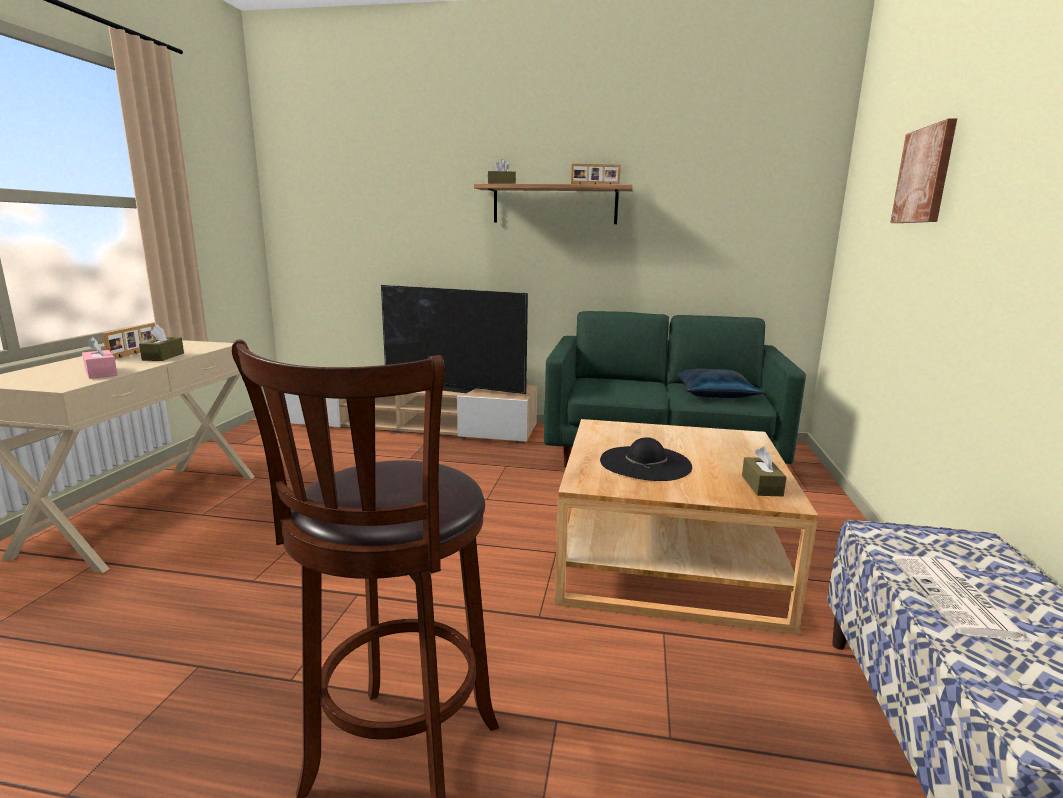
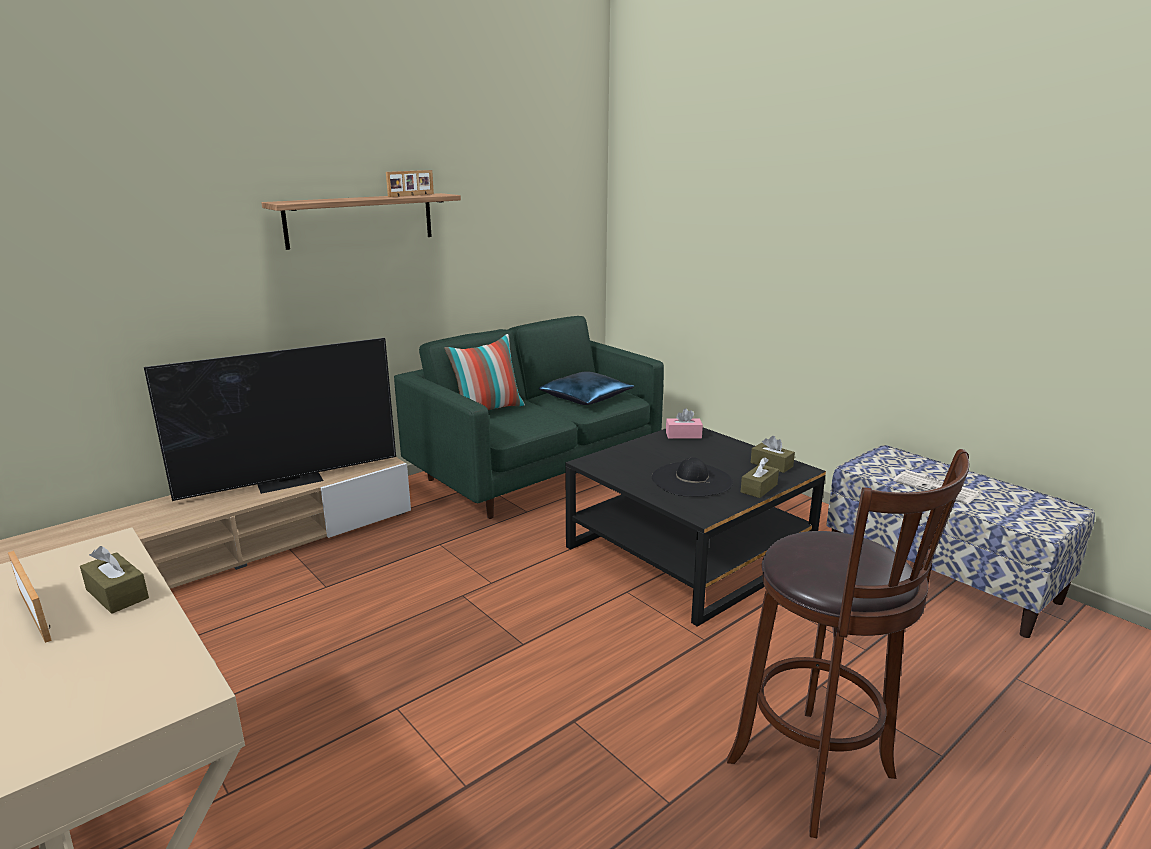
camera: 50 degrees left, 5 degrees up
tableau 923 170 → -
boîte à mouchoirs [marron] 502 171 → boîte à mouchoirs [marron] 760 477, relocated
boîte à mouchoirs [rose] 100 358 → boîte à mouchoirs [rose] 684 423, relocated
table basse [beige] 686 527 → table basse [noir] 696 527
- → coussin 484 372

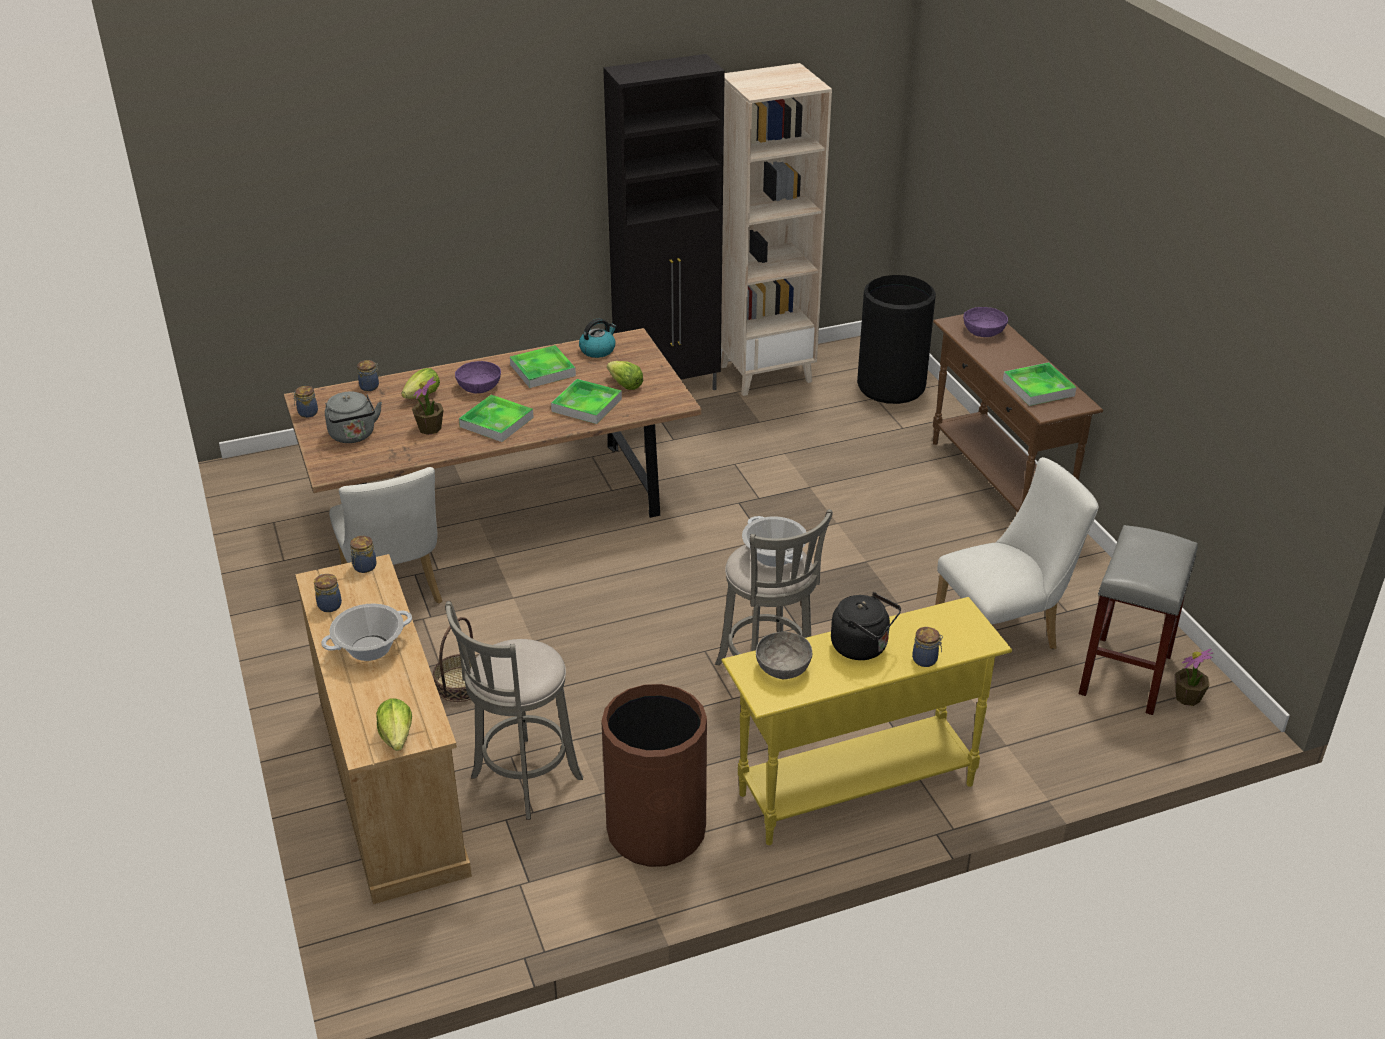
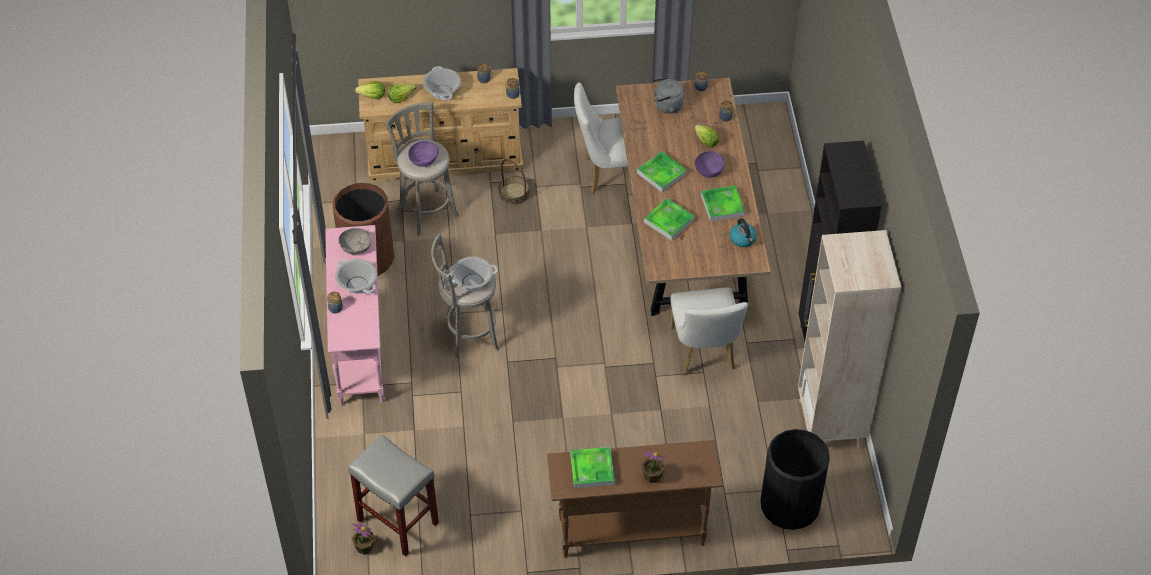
camera: 105 degrees right, 15 degrees up
bol [violet] 985 322 → bol [violet] 423 154, relocated
laitue 625 375 → laitue 402 93, relocated
plante en pot 428 405 → plante en pot 653 467, relocated
chaise [blanc] 1017 553 → chaise [blanc] 709 331, relocated
bouilloire [noir] 866 626 → marmite 356 276
table console [jaune] 867 721 → table console [rose] 354 315

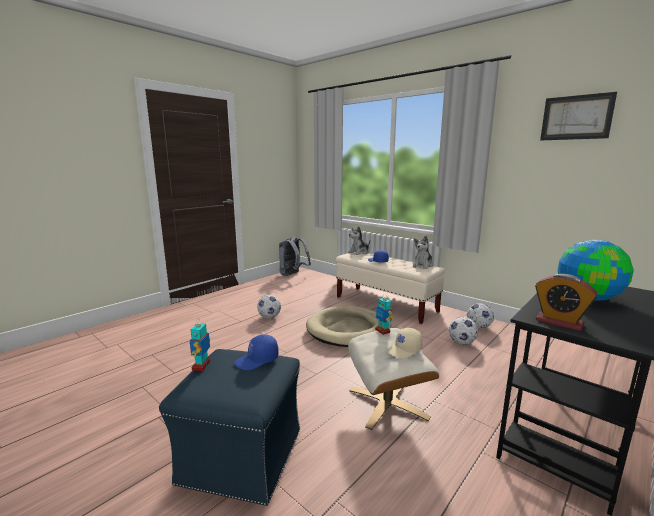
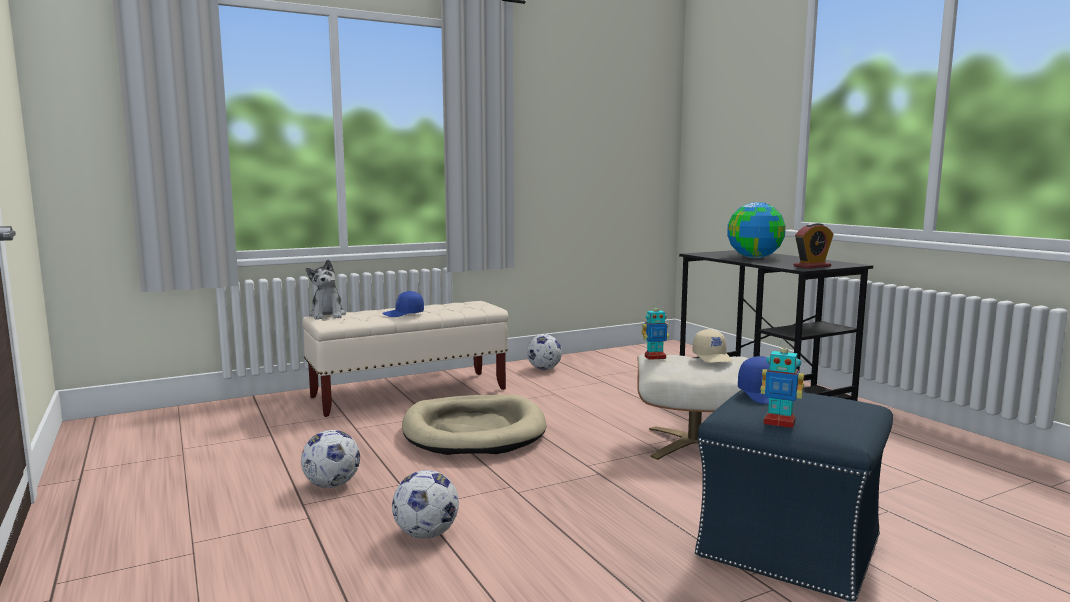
camera: 70 degrees left, 5 degrees down
tableau 578 116 → -
peluche 423 252 → -
sac à dos [gris] 295 256 → -
ballon de foot 463 331 → ballon de foot 425 504, relocated

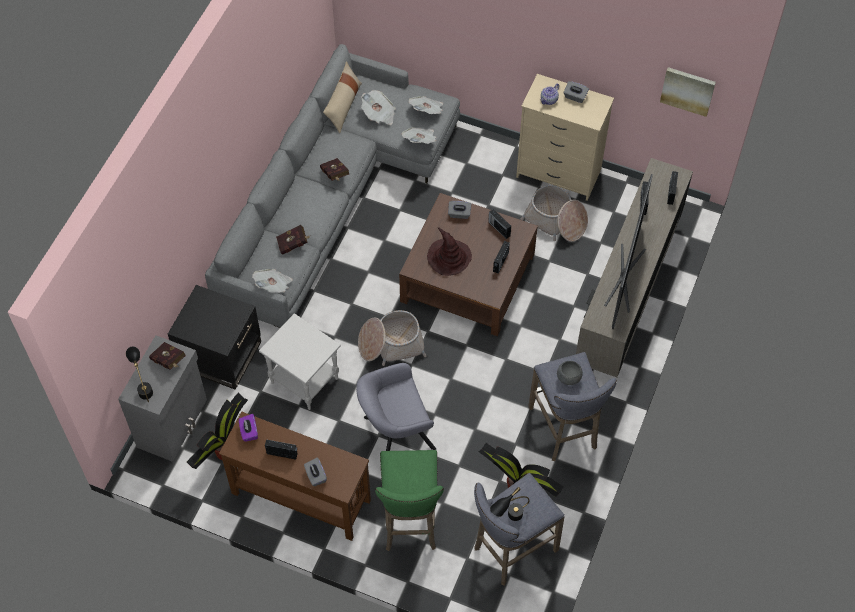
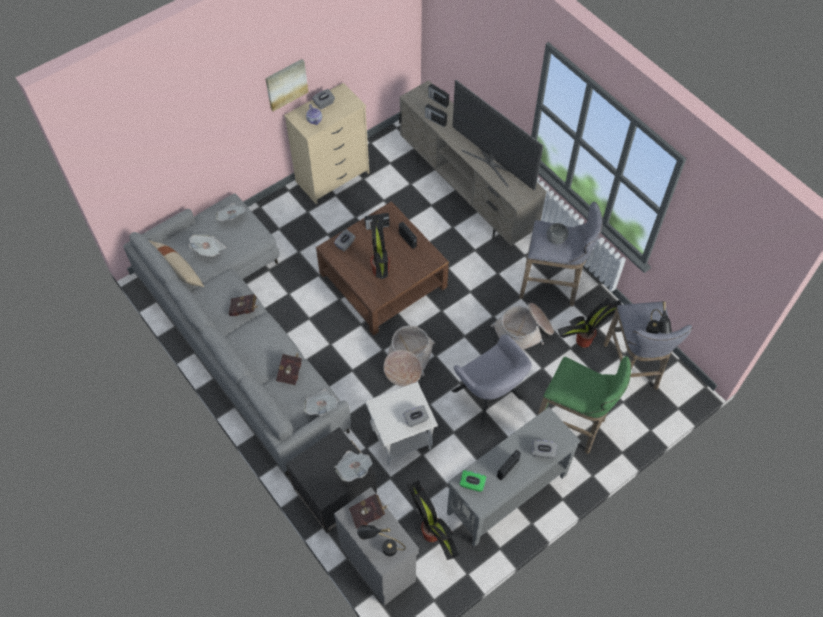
camera: 60 degrees left, 0 degrees up
tableau 688 92 → tableau 286 85, relocated
journal 419 135 → journal 353 466, relocated
panier 554 213 → panier 522 326, relocated
chapeau [marron] 449 251 → plante en pot 380 247
fauteuil [gris] 396 407 → fauteuil [gris] 492 380, 45 degrees counterclockwise
table console [marron] 295 476 → table console [gris] 514 477
boîte à mouchoirs [violet] 248 428 → boîte à mouchoirs [vert] 473 481
- → boîte à mouchoirs [gris] 416 416

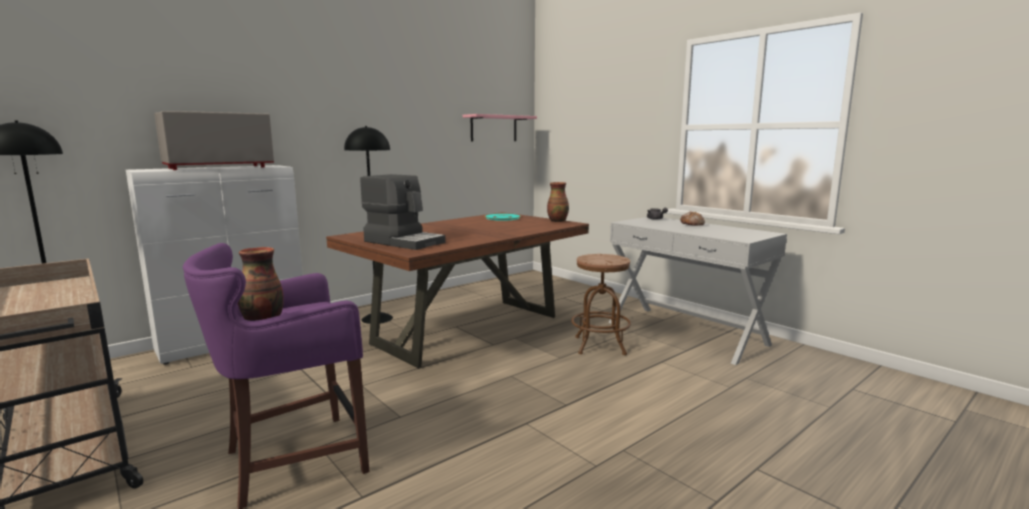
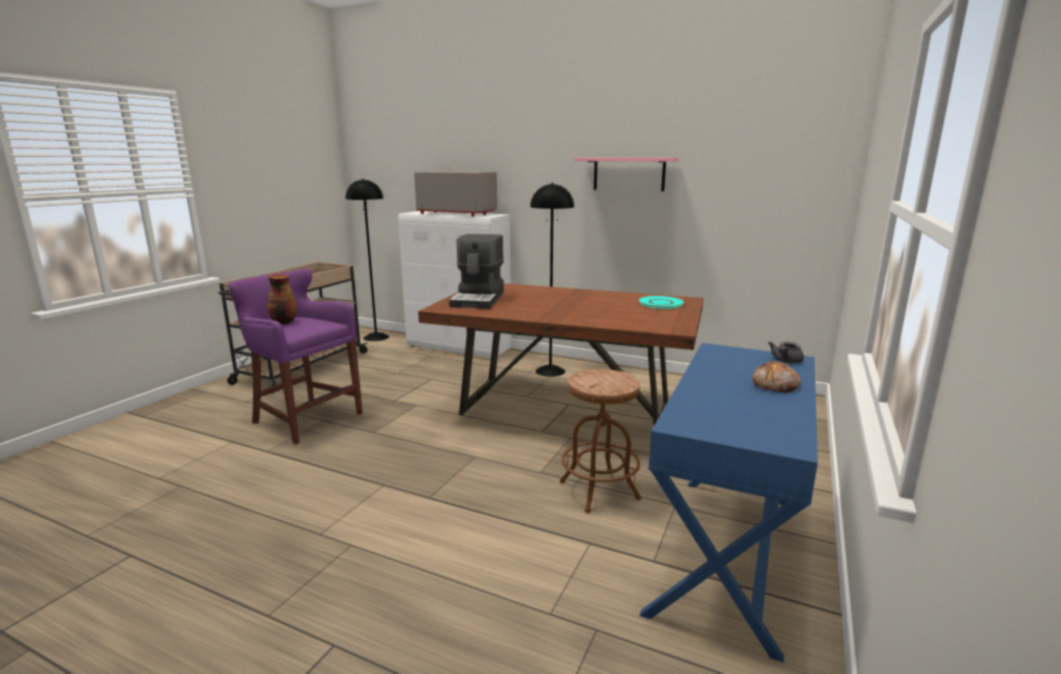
camera: 65 degrees right, 5 degrees up
étagère [rose] 500 127 → étagère [rose] 627 174, relocated
vase 558 202 → -
table console [blanc] 697 291 → table console [bleu] 728 503

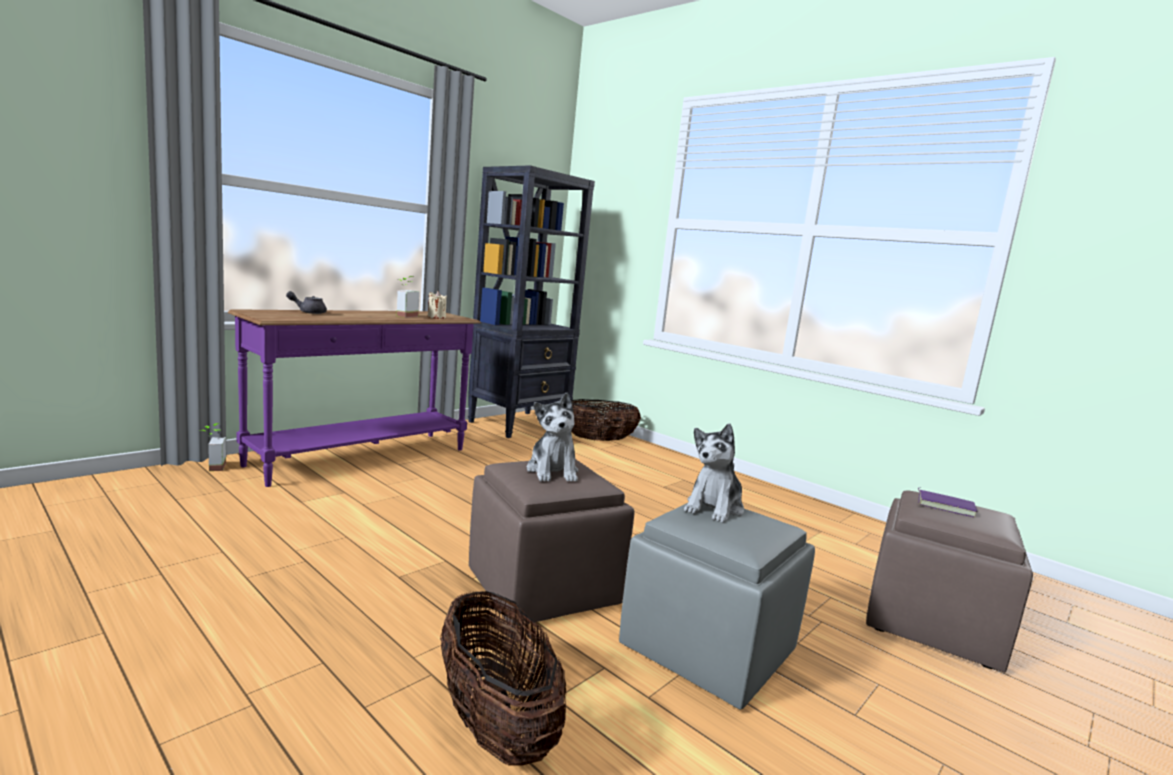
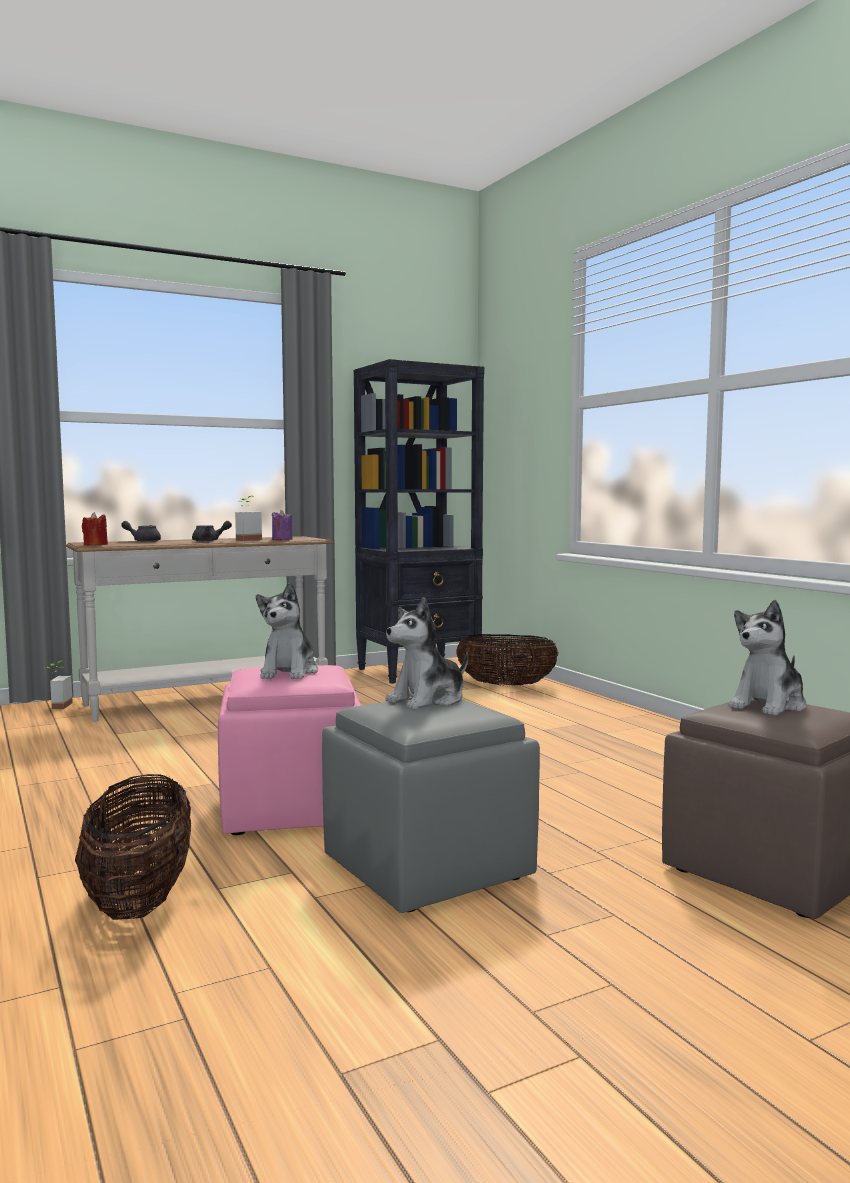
camera: 20 degrees right, 5 degrees down
bougie [beige] 437 305 → bougie [violet] 282 525
table console [violet] 354 398 → table console [blanc] 200 629
pouf [marron] 552 543 → pouf [rose] 290 750
livre [violet] 948 503 → peluche 768 658
- → bougie [rouge] 95 529
- → théière [gris] 212 531

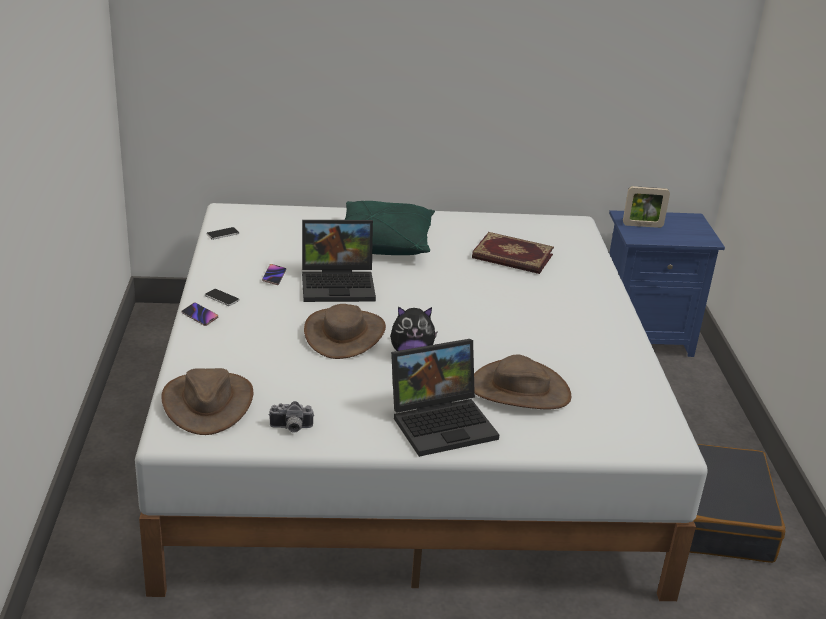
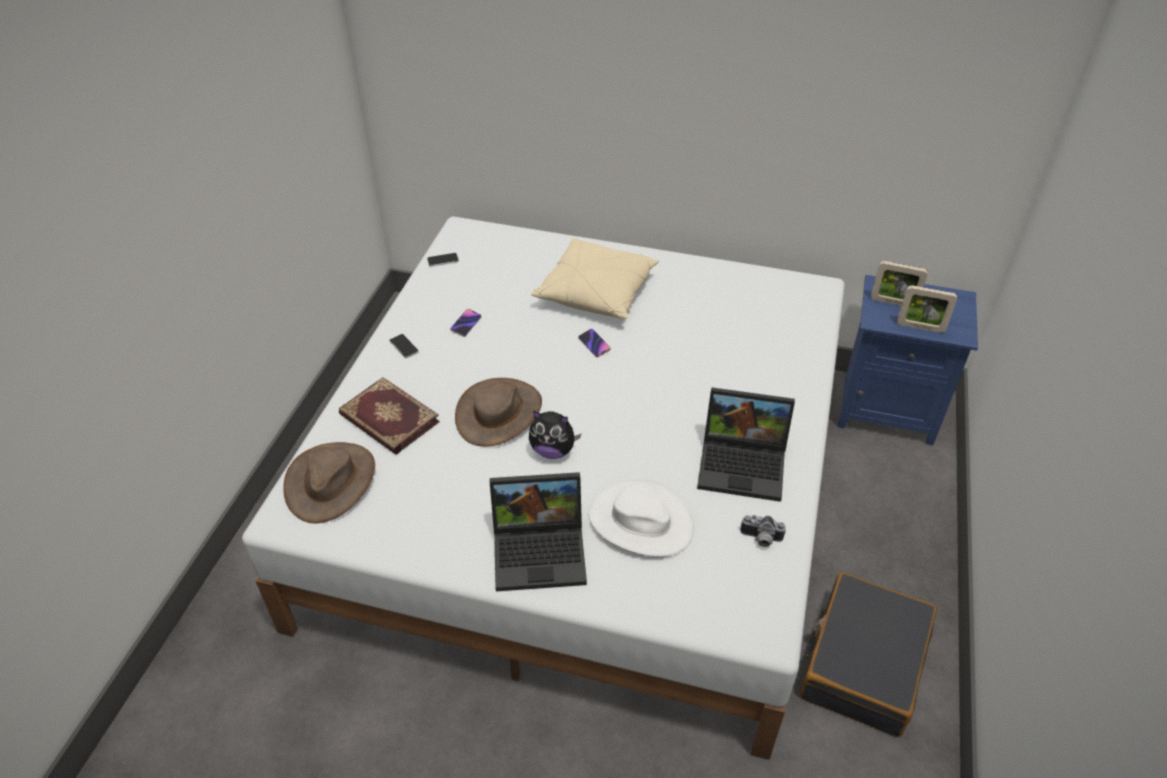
camera: 20 degrees right, 15 degrees up
coussin [vert] 390 228 → coussin [beige] 595 278
ordinateur portable 339 261 → ordinateur portable 746 444, relocated
livre 513 253 → livre 389 416, relocated
téléphone 199 314 → téléphone 594 343, relocated
chapeau [marron] 522 382 → chapeau [blanc] 641 518
appareil photo 291 417 → appareil photo 763 531, relocated
- → cadre photo 927 309

